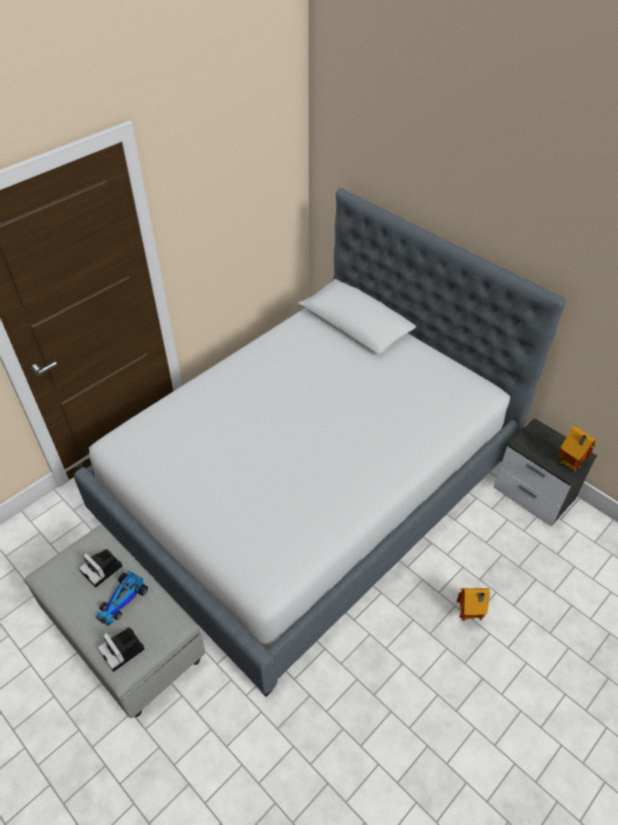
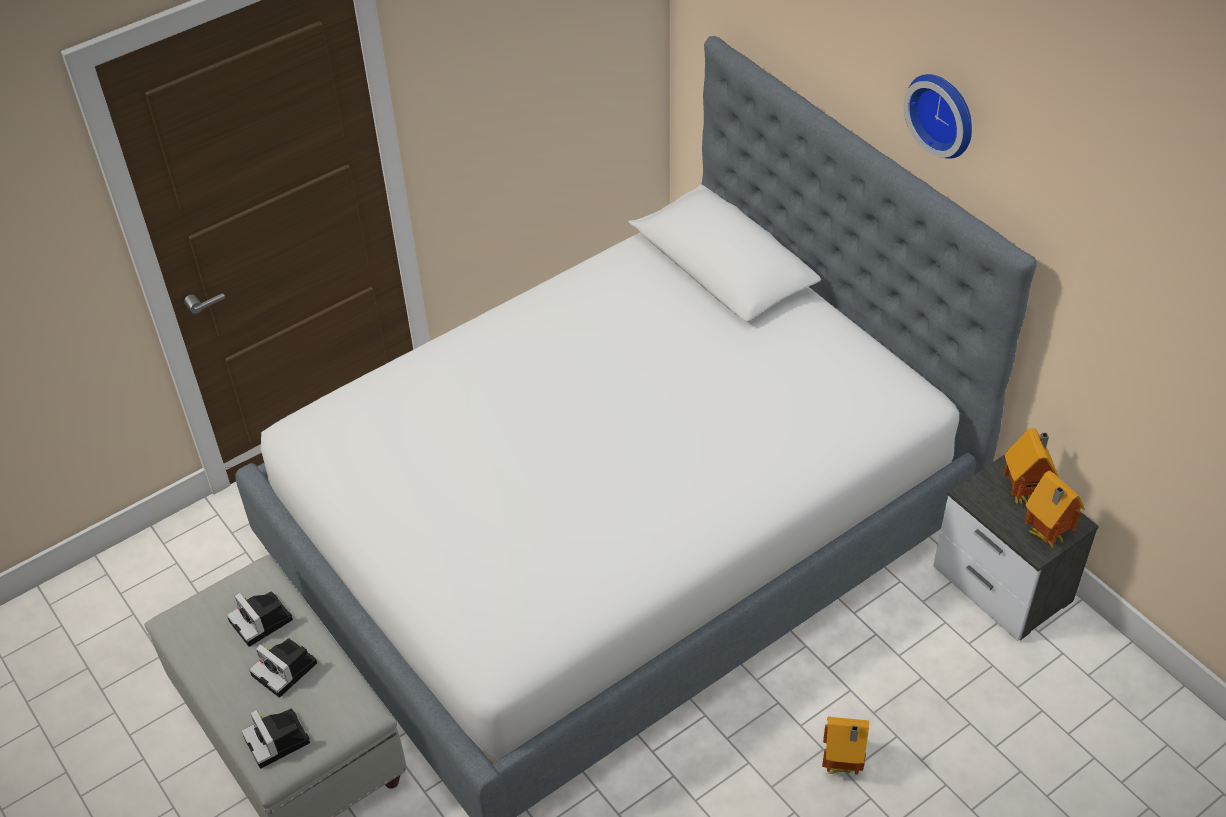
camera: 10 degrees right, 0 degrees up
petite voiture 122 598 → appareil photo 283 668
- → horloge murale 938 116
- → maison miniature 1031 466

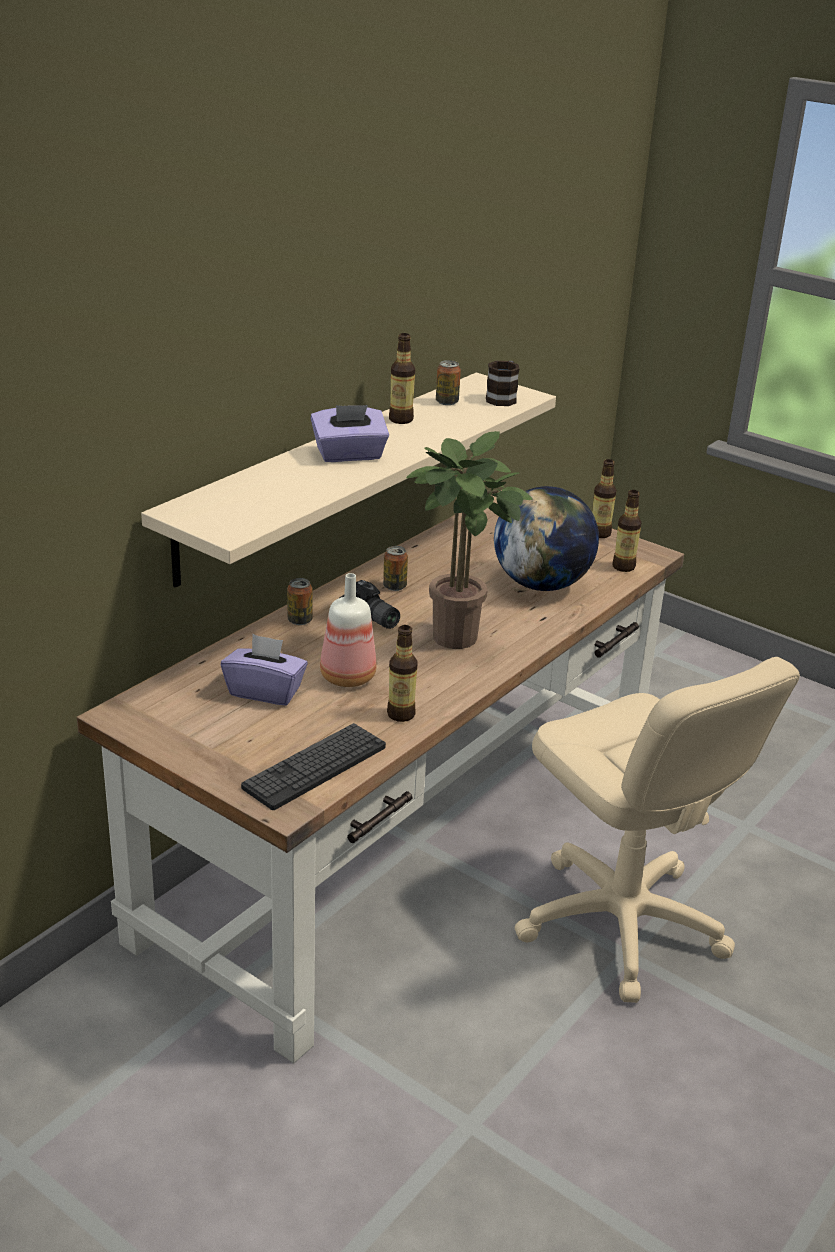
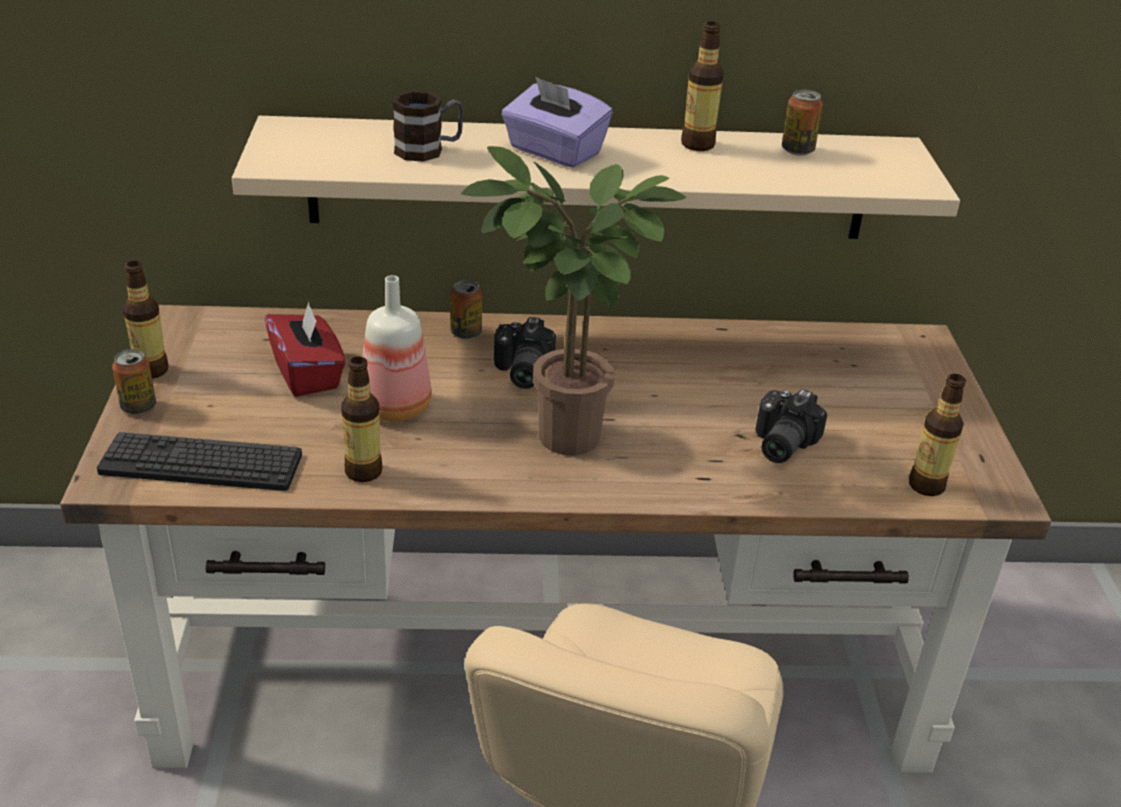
camera: 50 degrees right, 5 degrees up
mug 503 383 → mug 428 126, relocated
bouteille 604 498 → bouteille 146 320, relocated
globe 546 538 → appareil photo 791 426
boîte métallique 395 568 → boîte métallique 134 382, relocated
boîte à mouchoirs [violet] 264 669 → boîte à mouchoirs [rouge] 305 349

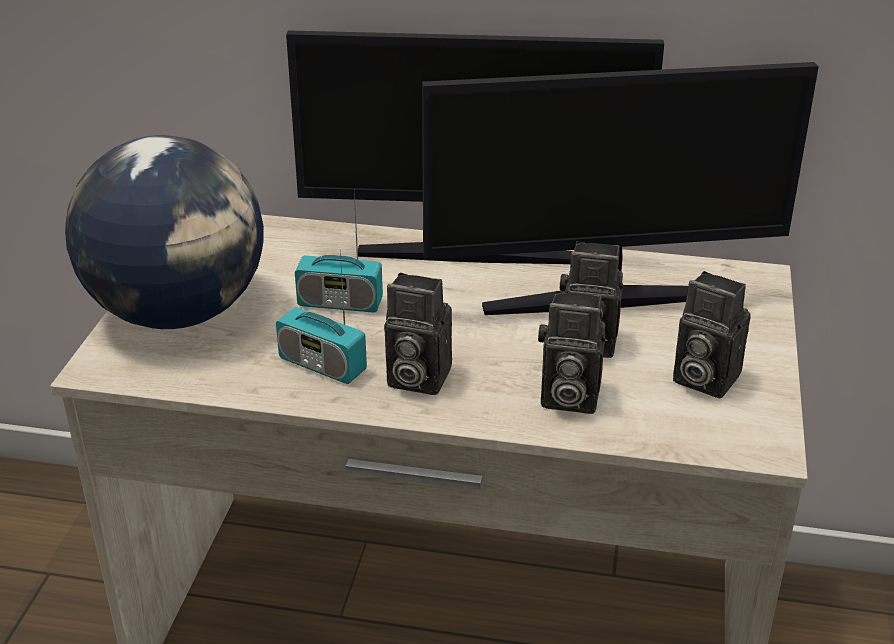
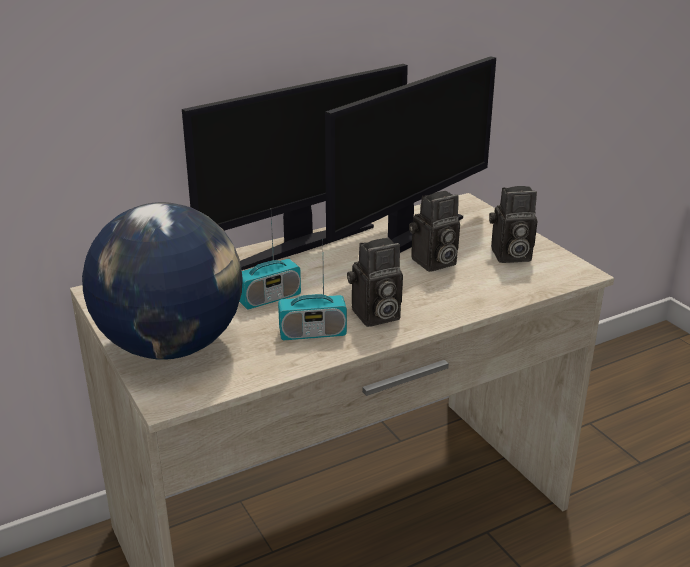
camera: 40 degrees left, 5 degrees down
appareil photo 571 352 → -

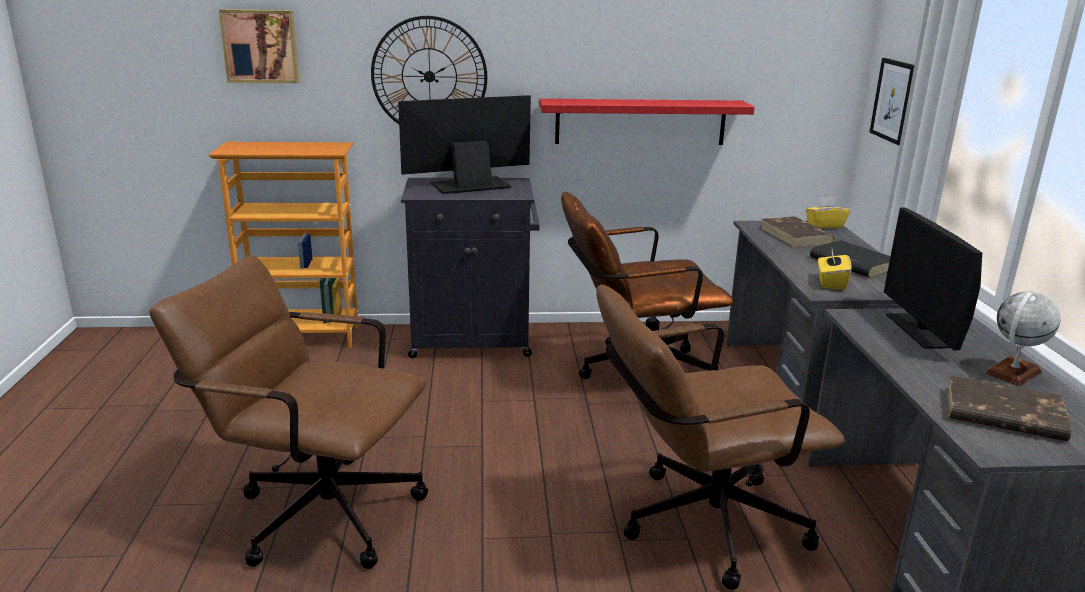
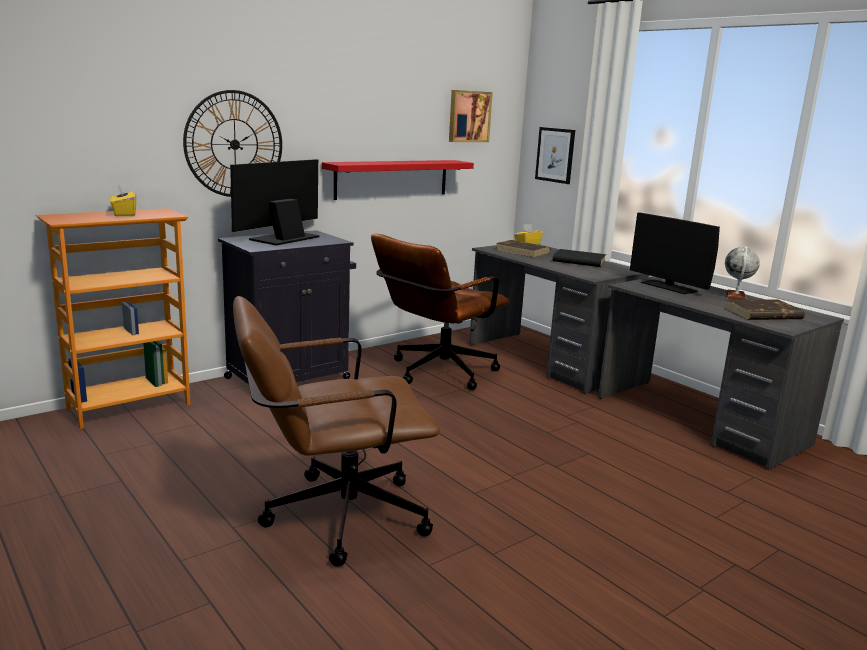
camera: 35 degrees left, 5 degrees down
tableau 259 46 → tableau 471 116, relocated
boîte à mouchoirs [jaune] 835 270 → boîte à mouchoirs [jaune] 123 200, relocated
chaise de bureau [marron] 720 437 → -

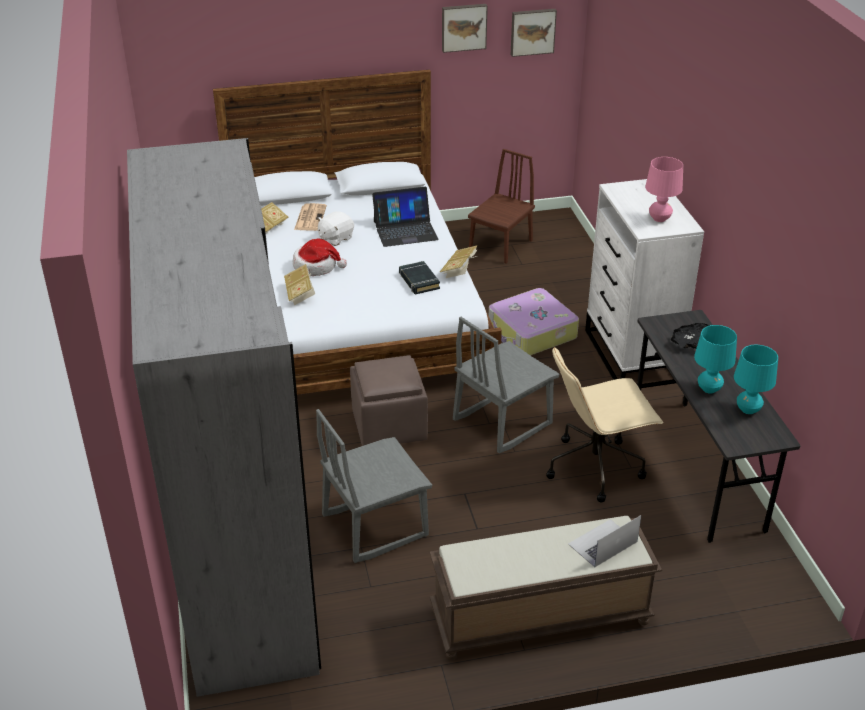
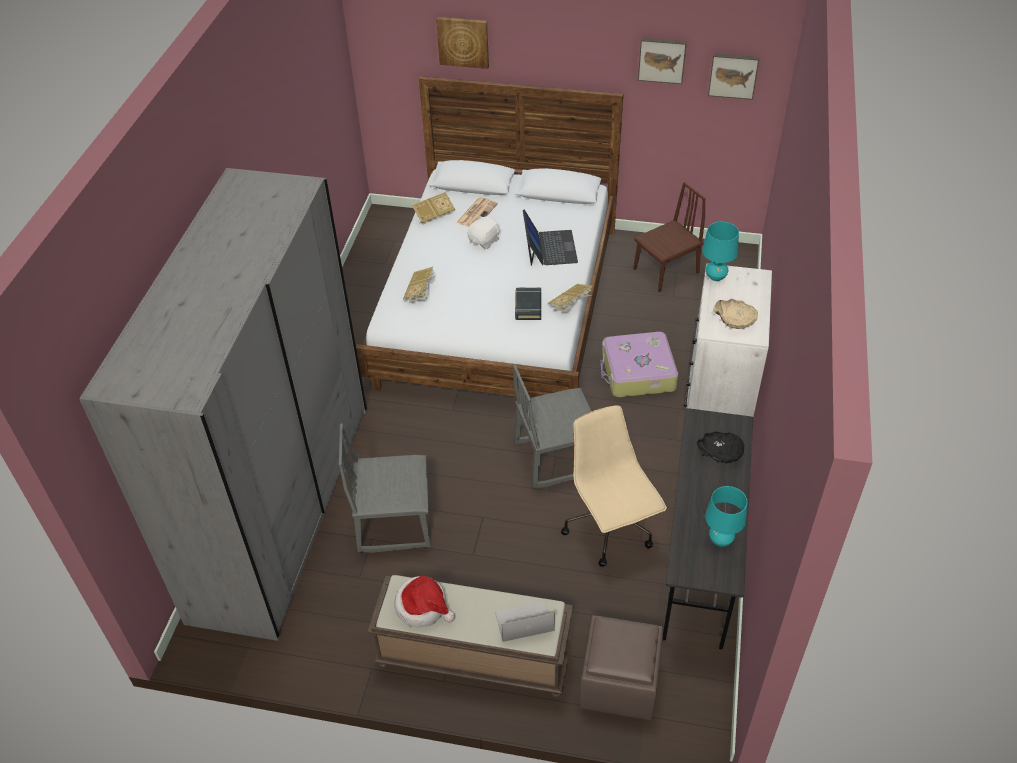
camera: 25 degrees right, 10 degrees up
lampe de table [rose] 664 189 → bol [beige] 735 314
ordinateur portable 405 217 → ordinateur portable 550 237, 105 degrees counterclockwise
peluche [blanc] 335 228 → peluche [blanc] 484 232, 150 degrees clockwise
chapeau 320 257 → chapeau 424 601, relocated
lampe de table [turquoise] 715 359 → lampe de table [turquoise] 720 251, relocated
chaise de bureau [beige] 604 425 → chaise de bureau [beige] 614 486, 60 degrees clockwise
pouf [marron] 389 400 → pouf [marron] 621 667, relocated
- → tableau 462 43

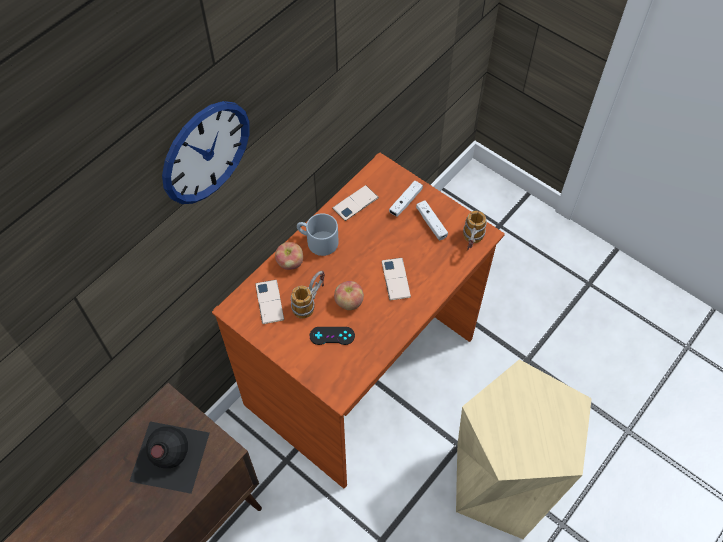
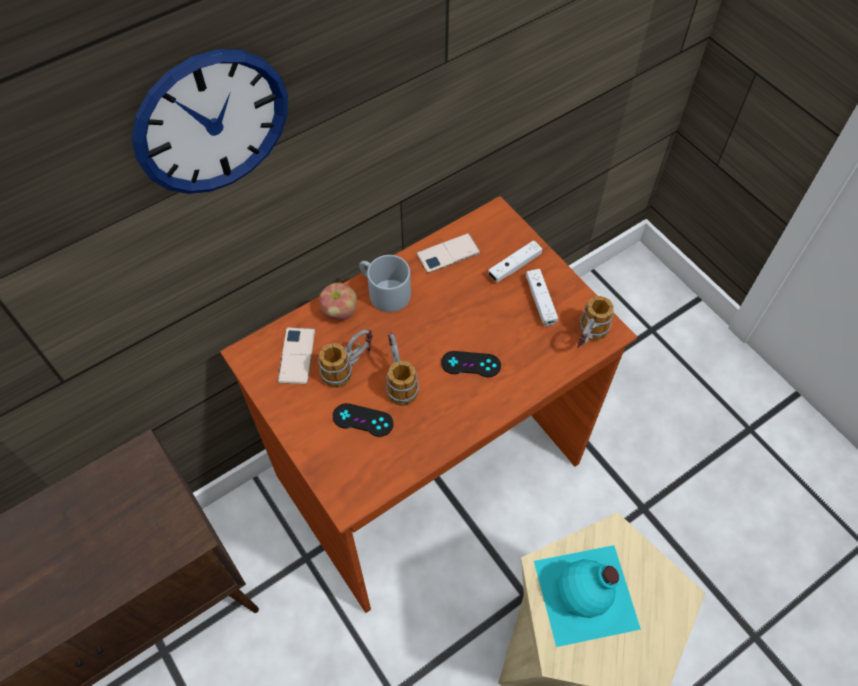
camera: 15 degrees right, 0 degrees up
téléphone 396 279 → manette [noir] 471 364
pomme 349 295 → mug 402 369
bouteille [noir] 169 457 → -
- → bouteille [turquoise] 587 596

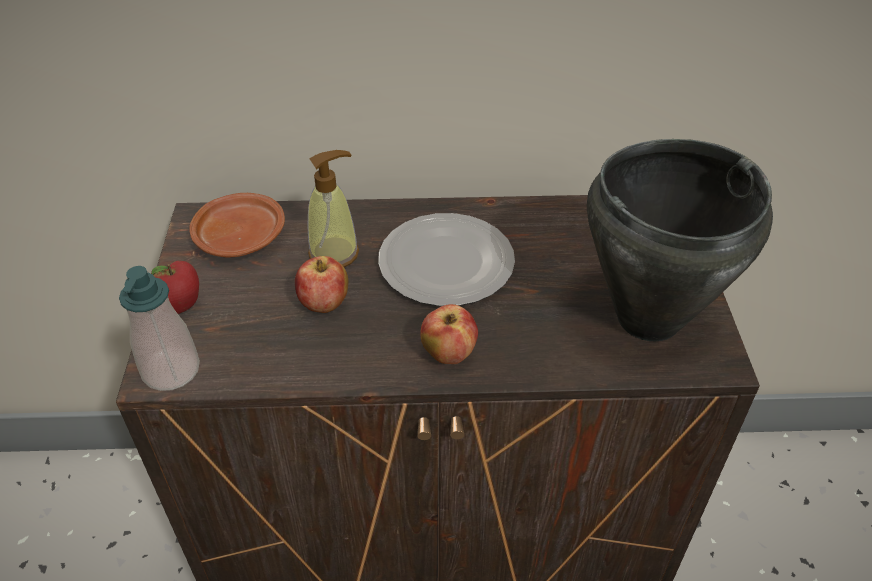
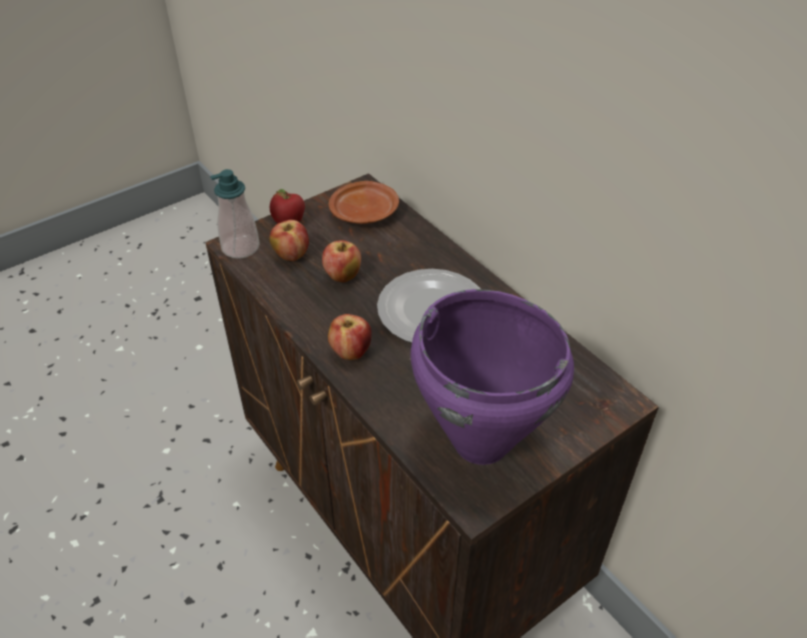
camera: 55 degrees right, 0 degrees up
marmite [noir] 680 240 → marmite [violet] 492 377
distributeur de savon 333 208 → -
- → pomme 289 240

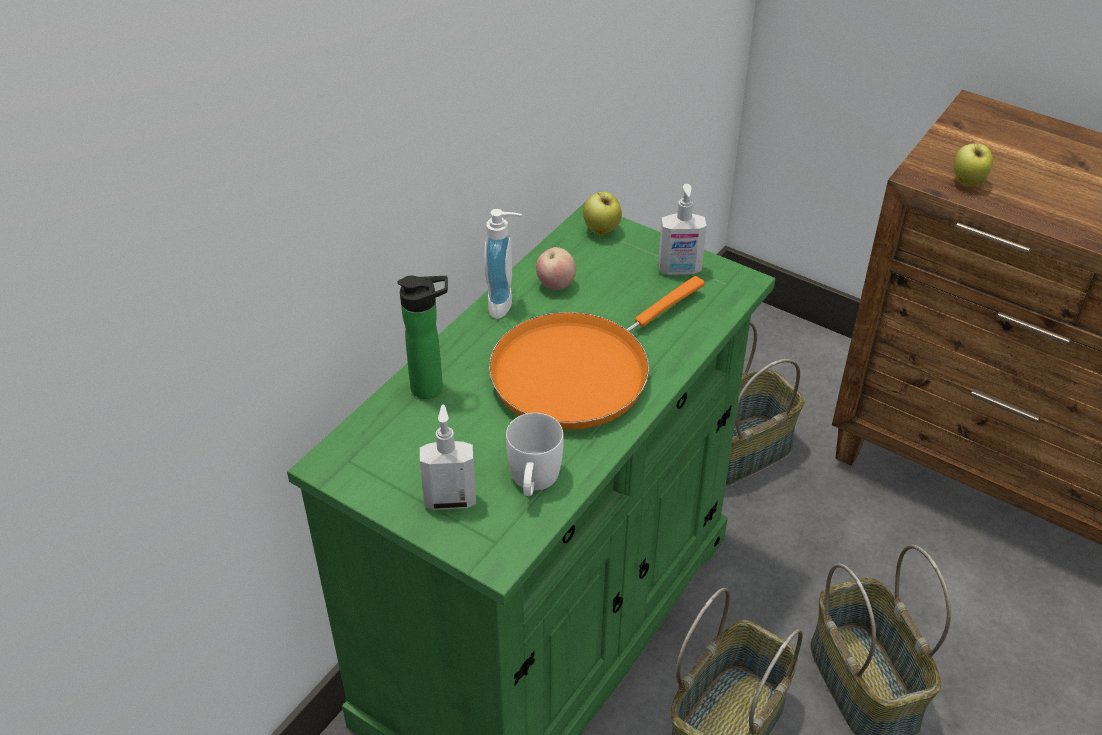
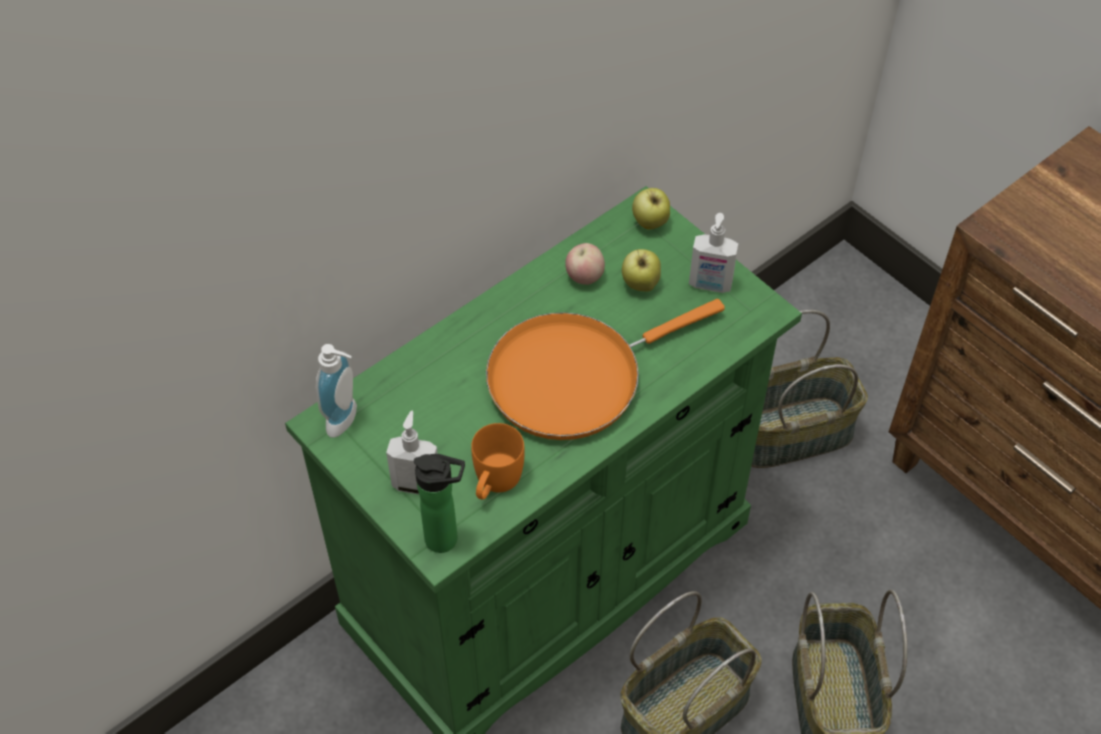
camera: 15 degrees right, 10 degrees up
pomme 973 163 → pomme 641 270, relocated
distributeur de savon 503 264 → distributeur de savon 336 391, relocated
bouteille 422 337 → bouteille 439 503, relocated
mug [blanc] 535 454 → mug [orange] 498 461

